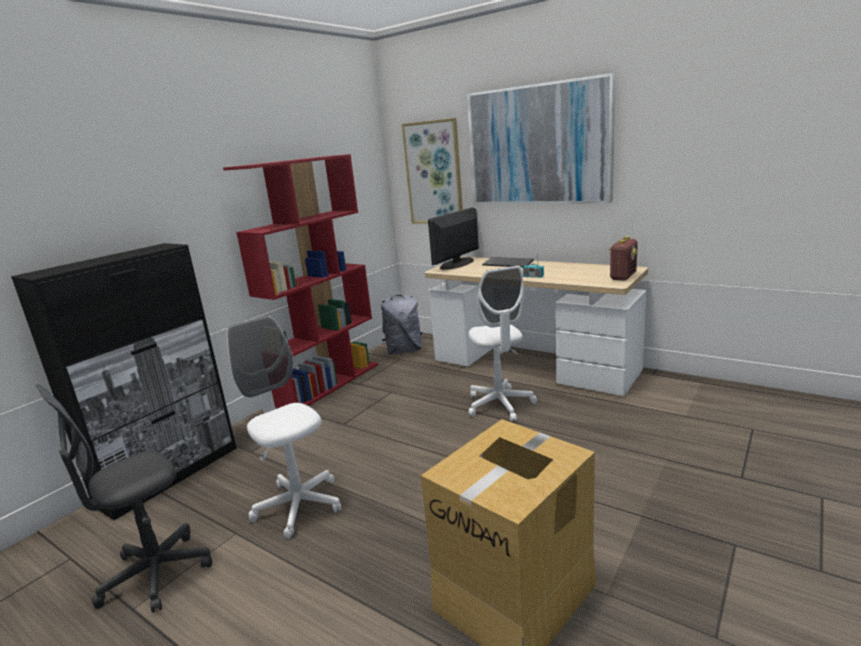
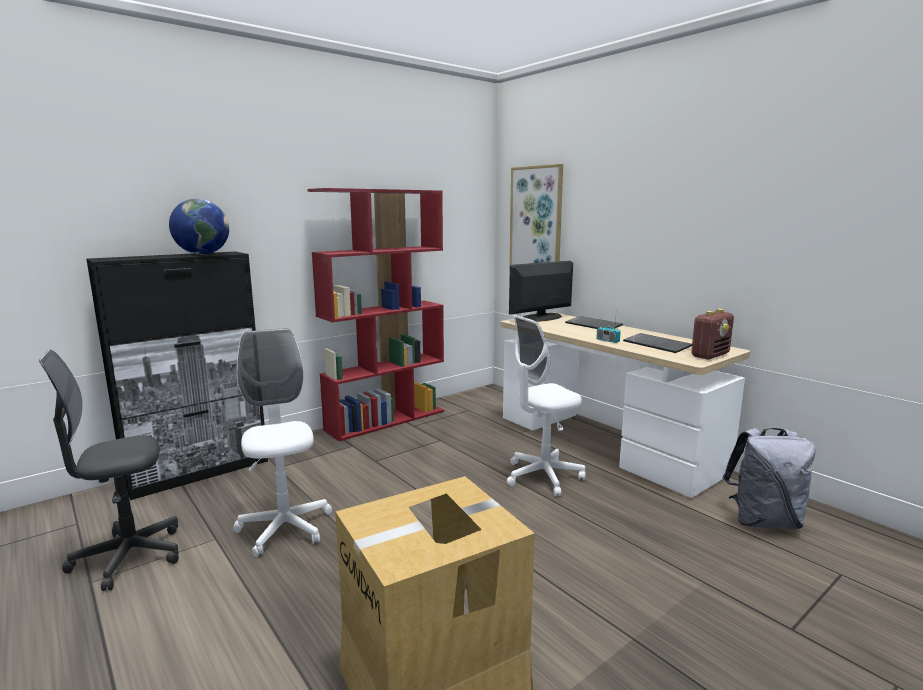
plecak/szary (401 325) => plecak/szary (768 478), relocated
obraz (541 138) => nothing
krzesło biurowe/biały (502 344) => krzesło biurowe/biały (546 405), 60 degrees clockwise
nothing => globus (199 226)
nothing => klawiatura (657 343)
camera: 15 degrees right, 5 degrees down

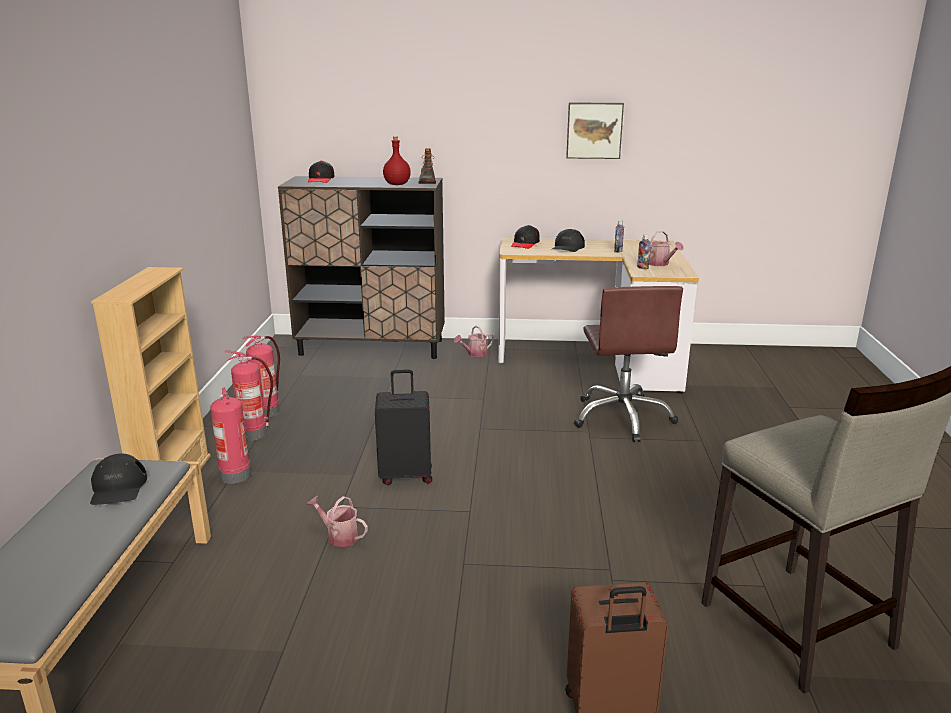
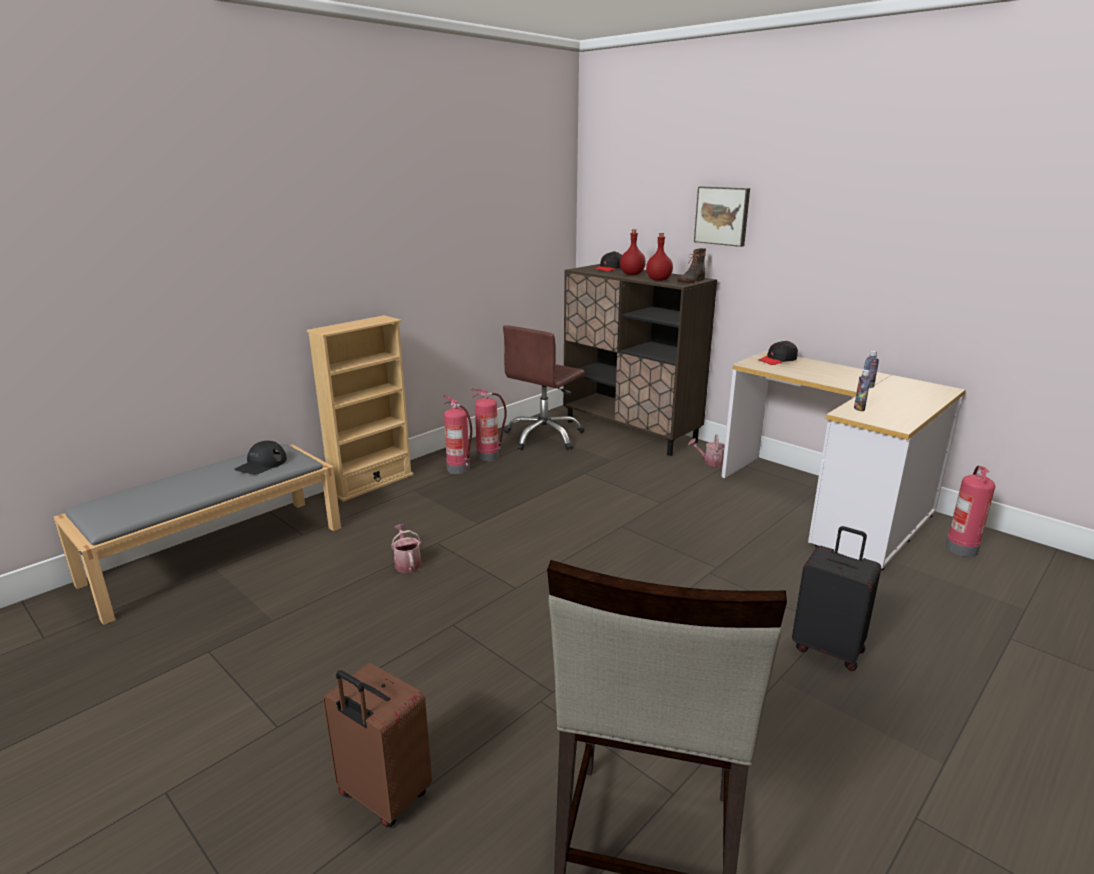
gaśnica (230 435) => gaśnica (970 511), relocated
walizka/czarny (403 427) => walizka/czarny (836 598), relocated
czapka z daszkiem/czarny (568 240) => nothing
obraz (595 131) => obraz (722 217), relocated
krzesło biurowe/brązowy (628 364) => krzesło biurowe/brązowy (544 387), relocated
konewka (666 248) => nothing
nothing => butelka/czerwony (633 252)
camera: 40 degrees right, 0 degrees up

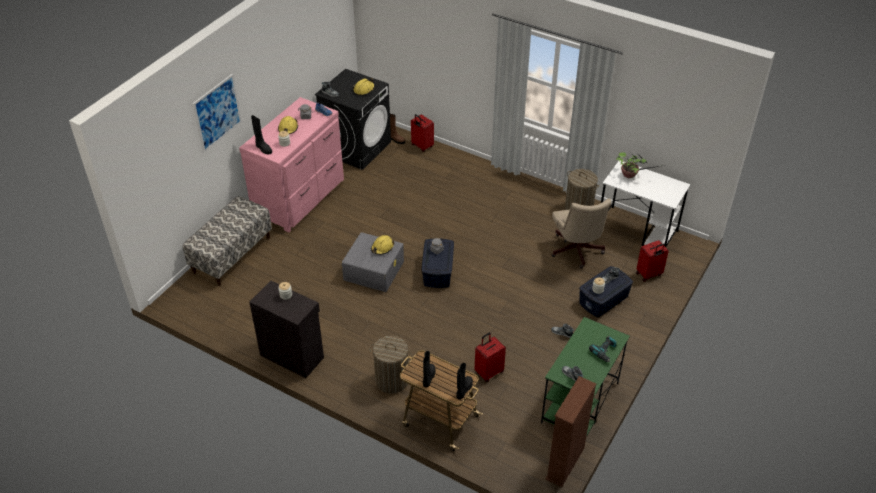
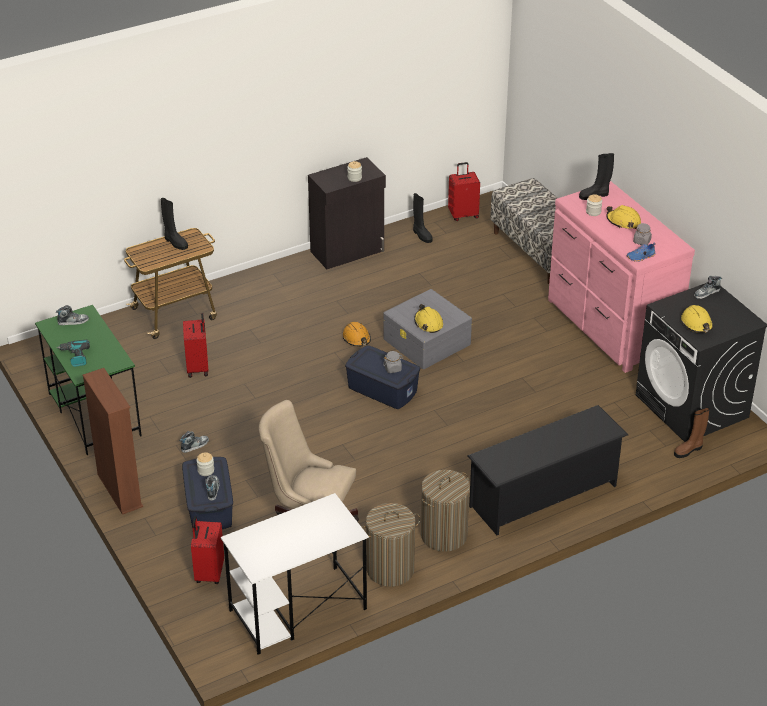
obraz (217 113) => nothing
kosz na pranie (390 365) => kosz na pranie (445 511), relocated
walizka/czerwony (422 133) => walizka/czerwony (464 191), relocated
but z cholewką/czarny (464 381) => but z cholewką/czarny (423 218), relocated
regał/brązowy (571 431) => regał/brązowy (113 441), relocated
roślina doniczkowa (640 165) => nothing
nothing => kask/pomarańczowy (357 334)
nothing => regał na buty/czarny (548 470)
camera: 120 degrees right, 5 degrees down

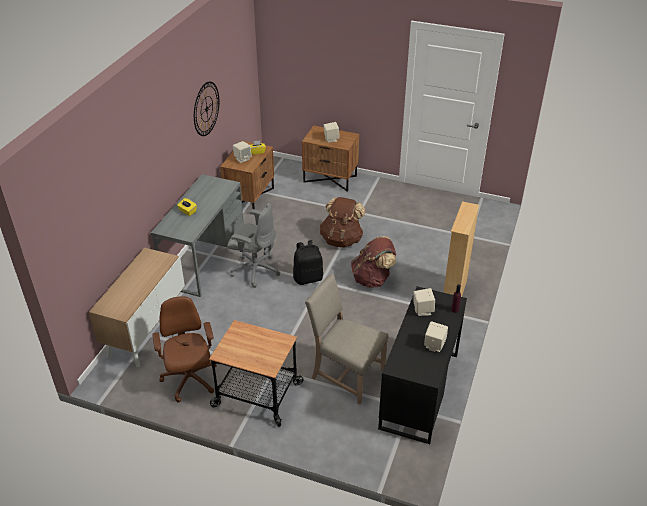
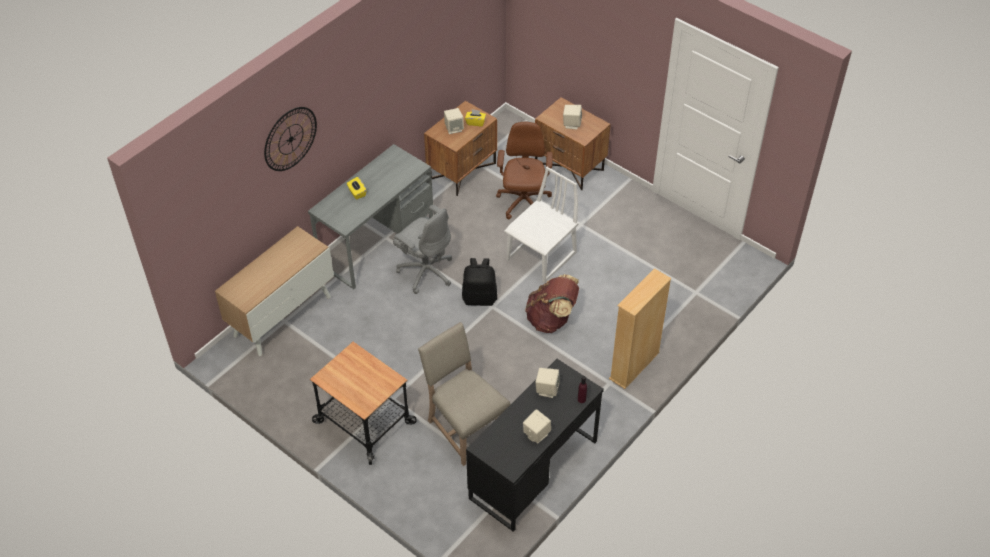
krzesło biurowe/brązowy (184 349) => krzesło biurowe/brązowy (524 170), relocated
zegar ścienny (206 109) => zegar ścienny (290 139), relocated
plecak/brązowy (342 222) => krzesło/biały (541 225)
camera: 20 degrees right, 10 degrees up

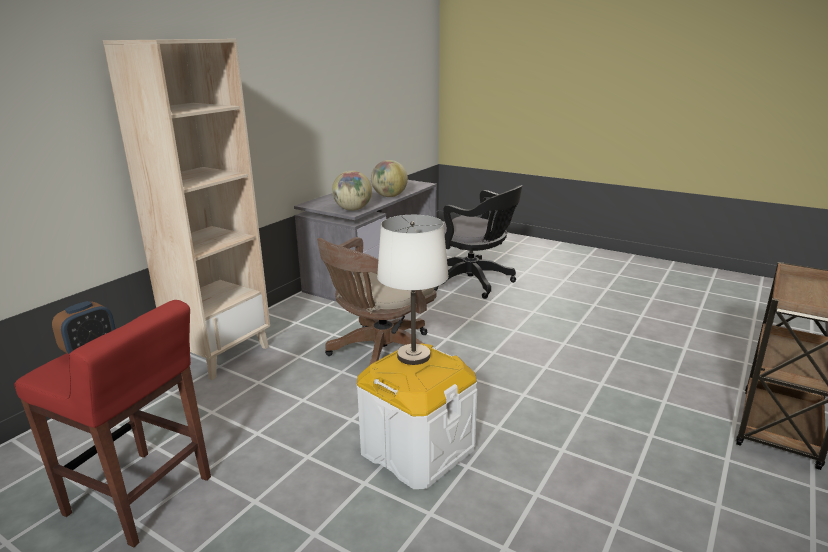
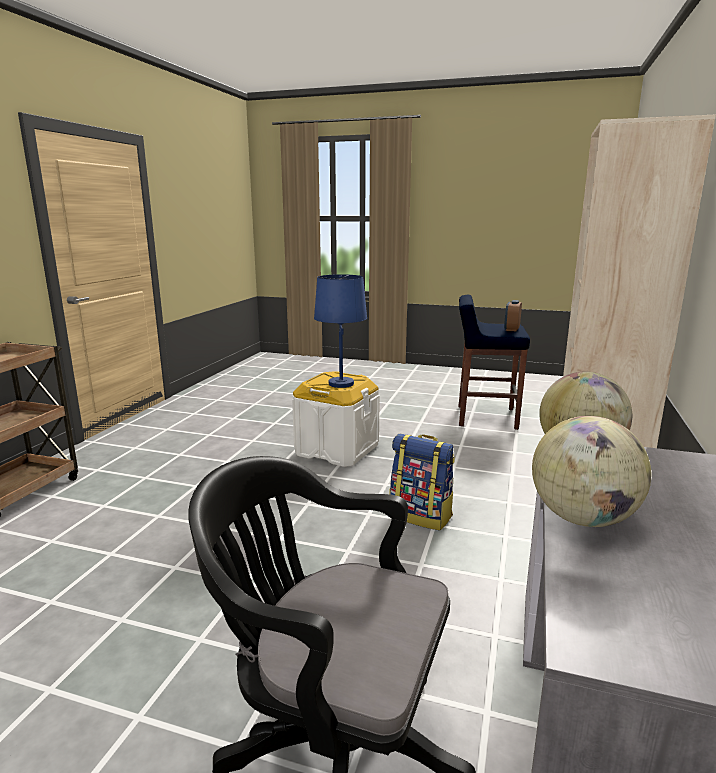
stołek/czerwony (112 423) => stołek/niebieski (494 362)
krzesło biurowe/brązowy (377 301) => plecak (422 482)
lampa stołowa/biały (413 290) => lampa stołowa/niebieski (340 331)
camera: 165 degrees right, 5 degrees down

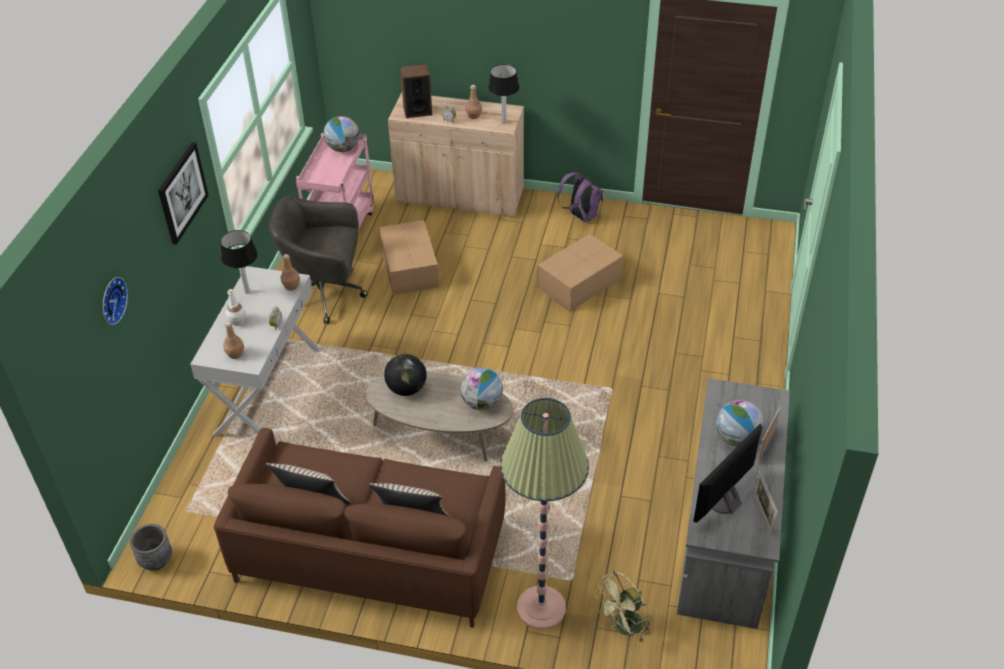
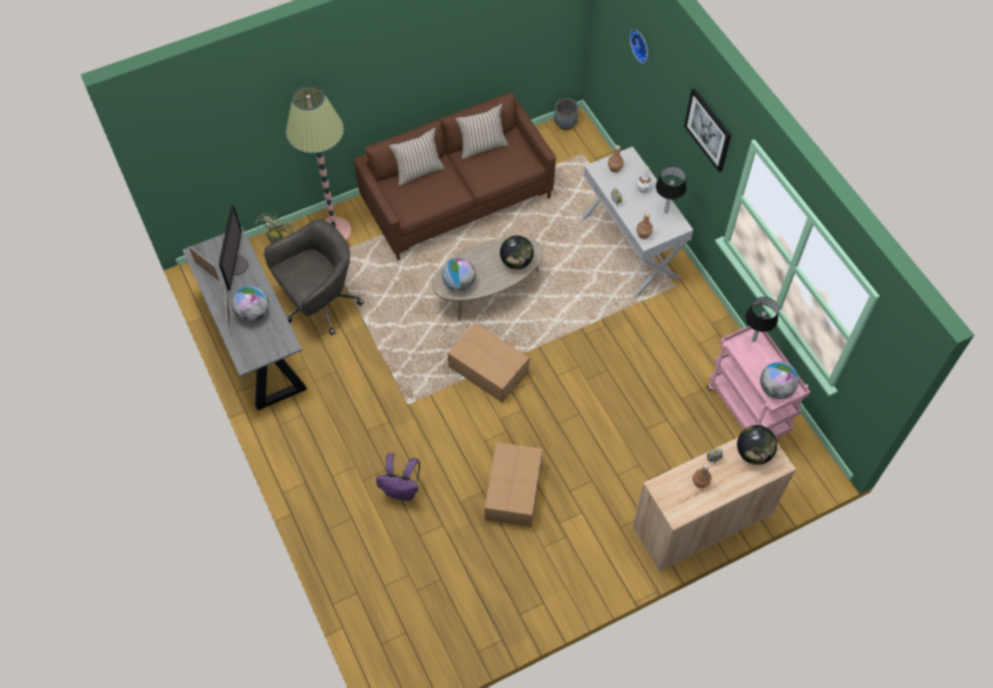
krzesło biurowe/szary (318 260) => krzesło biurowe/szary (314 277), relocated
karton (409 257) => karton (488 363), relocated
głośnik (416 91) => globus (757 445)
lampa stołowa (504 94) => lampa stołowa (762 319), relocated
plecak/fioletowy (580 197) => plecak/fioletowy (398 477), relocated
camera: 140 degrees right, 15 degrees up

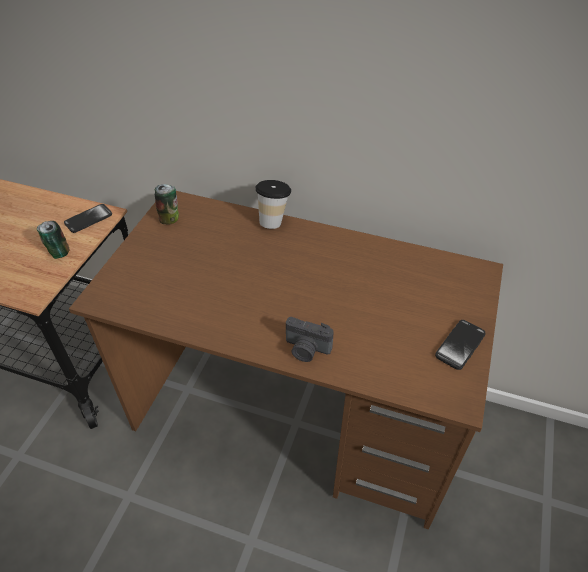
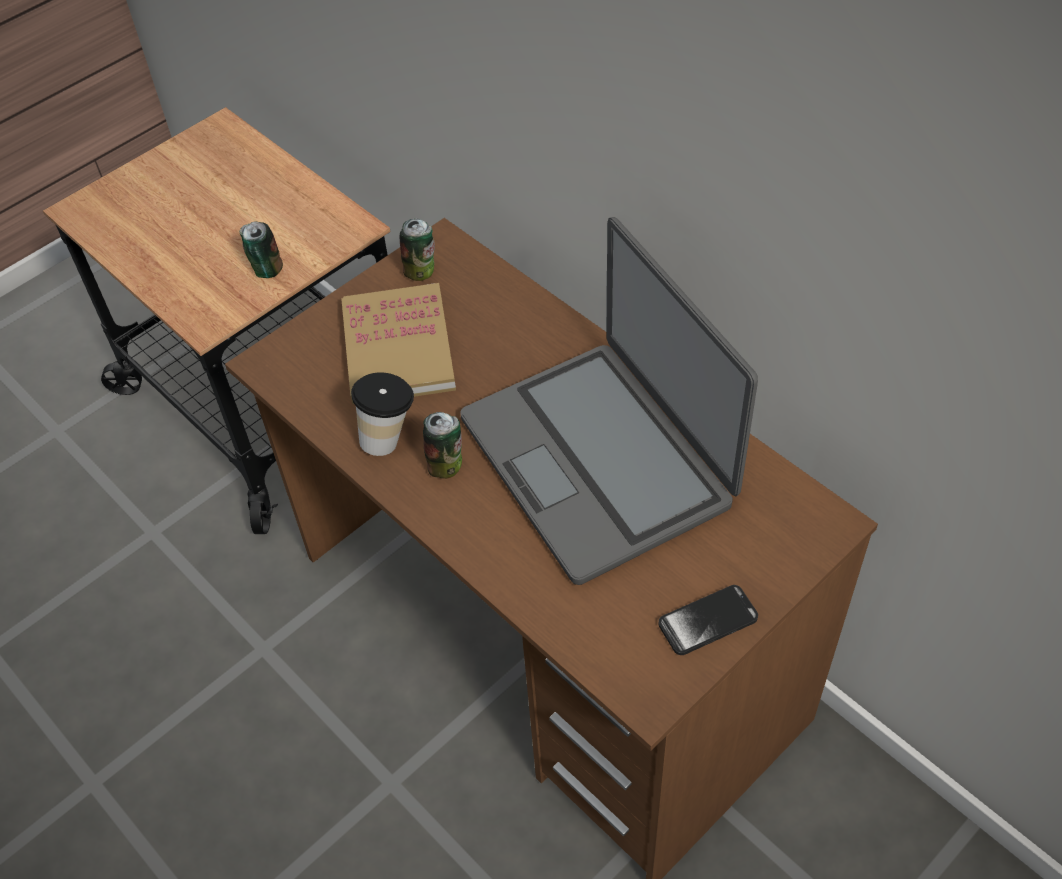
telefon (88 218) => nothing
filiżanka (273 204) => filiżanka (382 414), relocated
aparat fotograficzny (310 339) => nothing
nothing => książka (398 343)
nothing => puszka (442 445)
nothing => laptop (609 401)
camera: 30 degrees right, 5 degrees up

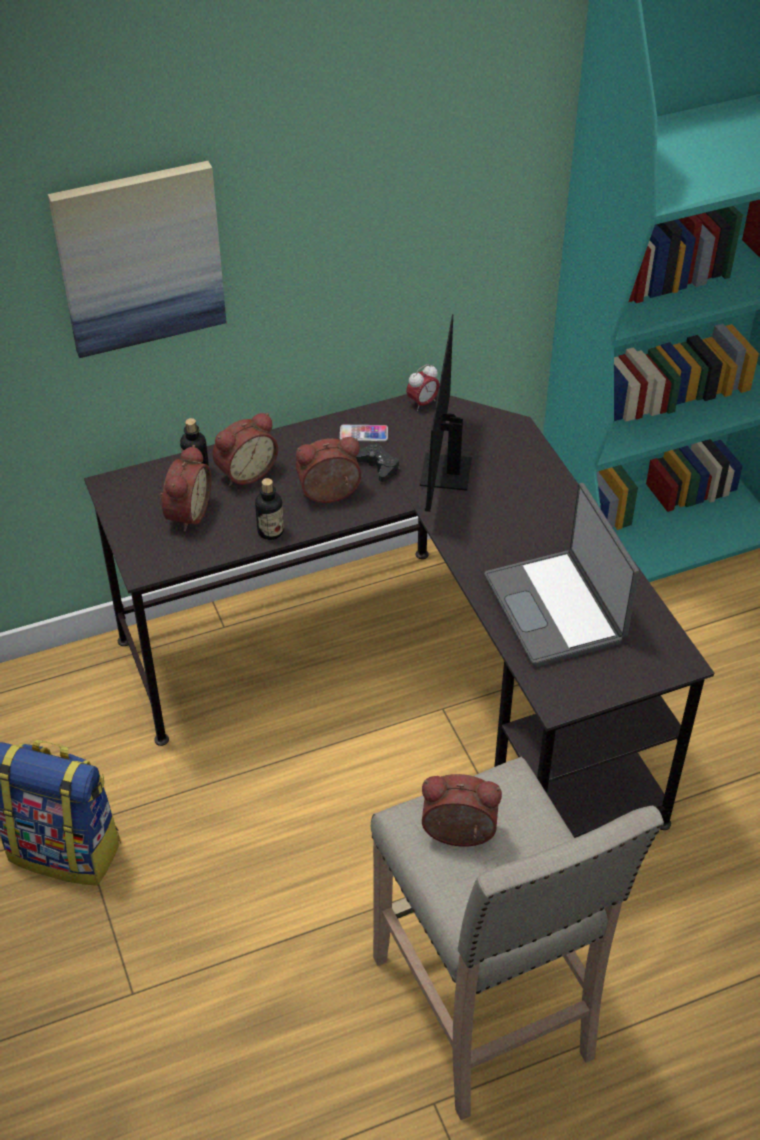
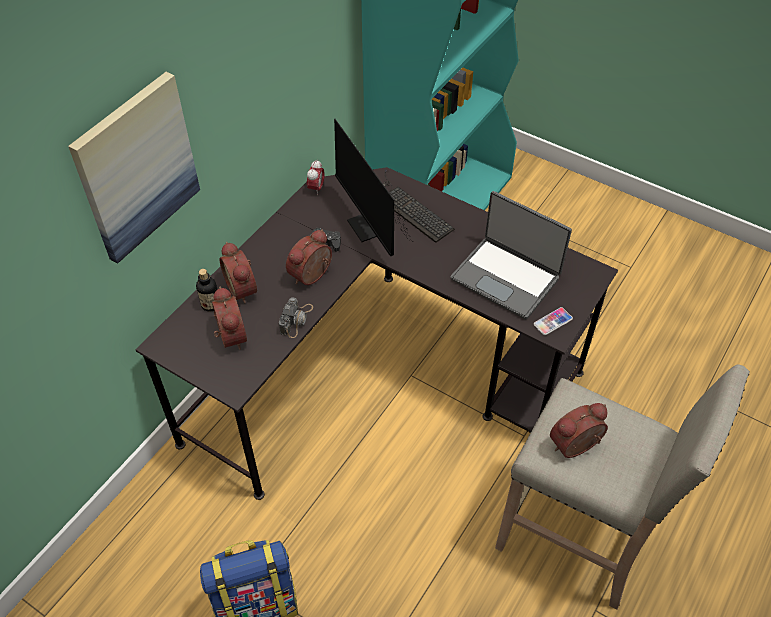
budzik (245 449) => budzik (238 272), 135 degrees clockwise
butelka (269 509) => aparat fotograficzny (296 317)
telefon (364 433) => telefon (553 321), relocated
nothing => klawiatura (419 206)
camera: 35 degrees left, 5 degrees up

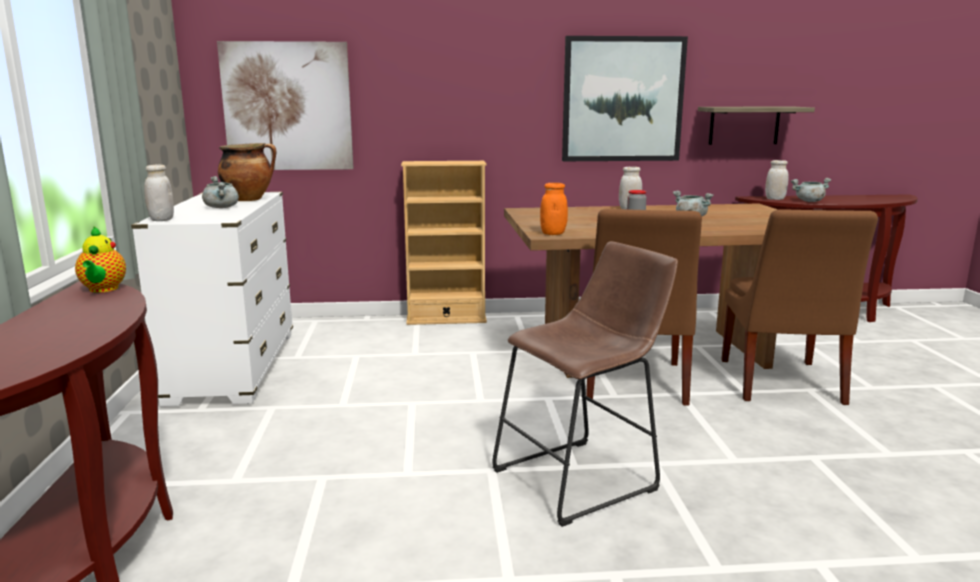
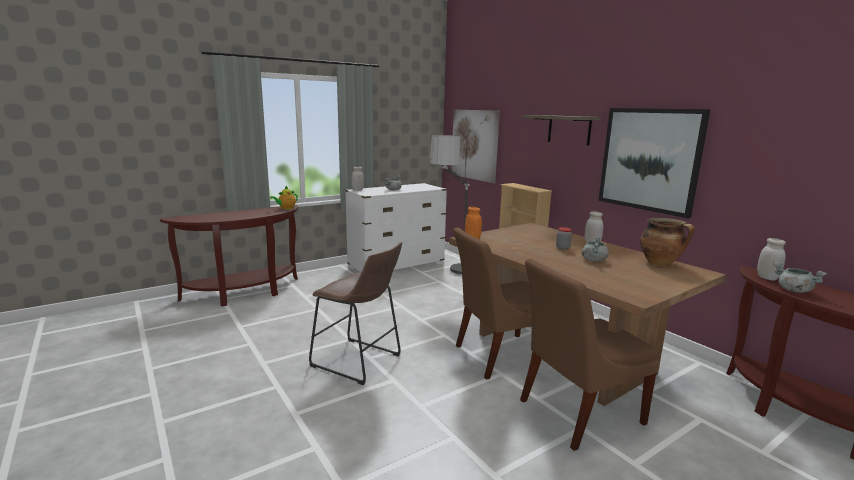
garnek (247 172) => garnek (667 242), relocated
półka (756 126) => półka (562 130), relocated
nothing => lampa stojąca (450 206)
camera: 60 degrees right, 0 degrees up

